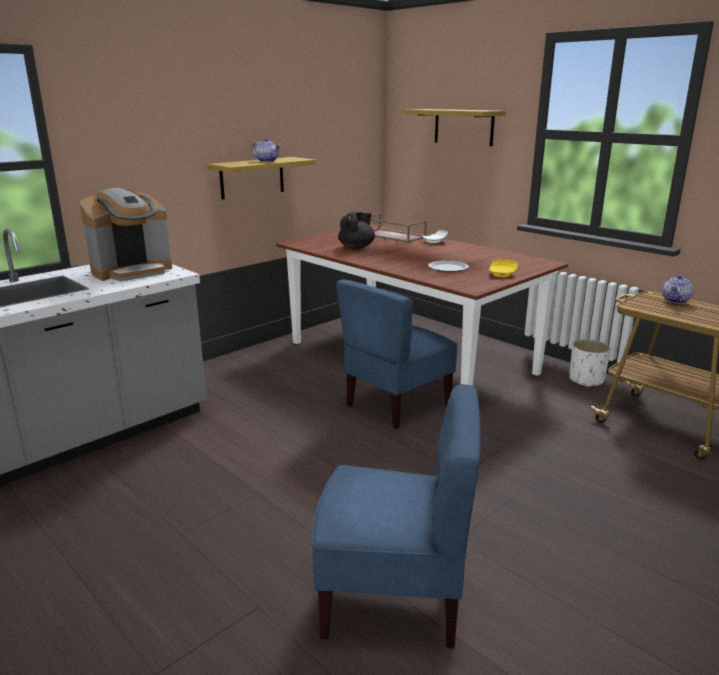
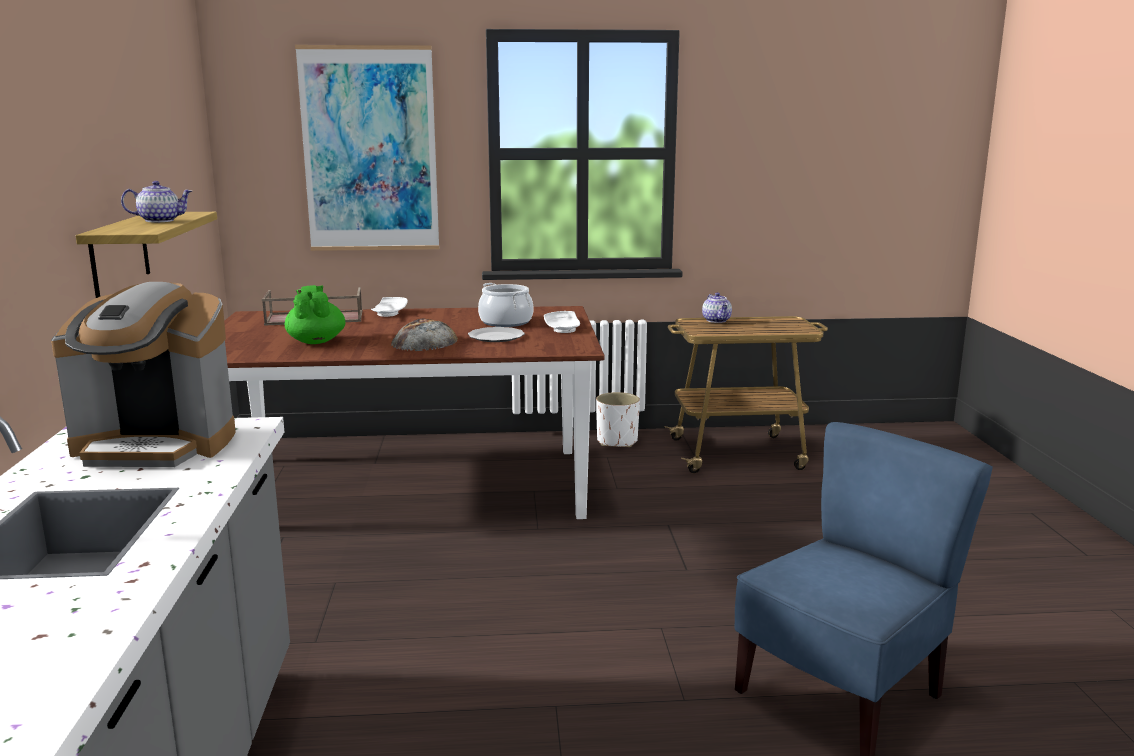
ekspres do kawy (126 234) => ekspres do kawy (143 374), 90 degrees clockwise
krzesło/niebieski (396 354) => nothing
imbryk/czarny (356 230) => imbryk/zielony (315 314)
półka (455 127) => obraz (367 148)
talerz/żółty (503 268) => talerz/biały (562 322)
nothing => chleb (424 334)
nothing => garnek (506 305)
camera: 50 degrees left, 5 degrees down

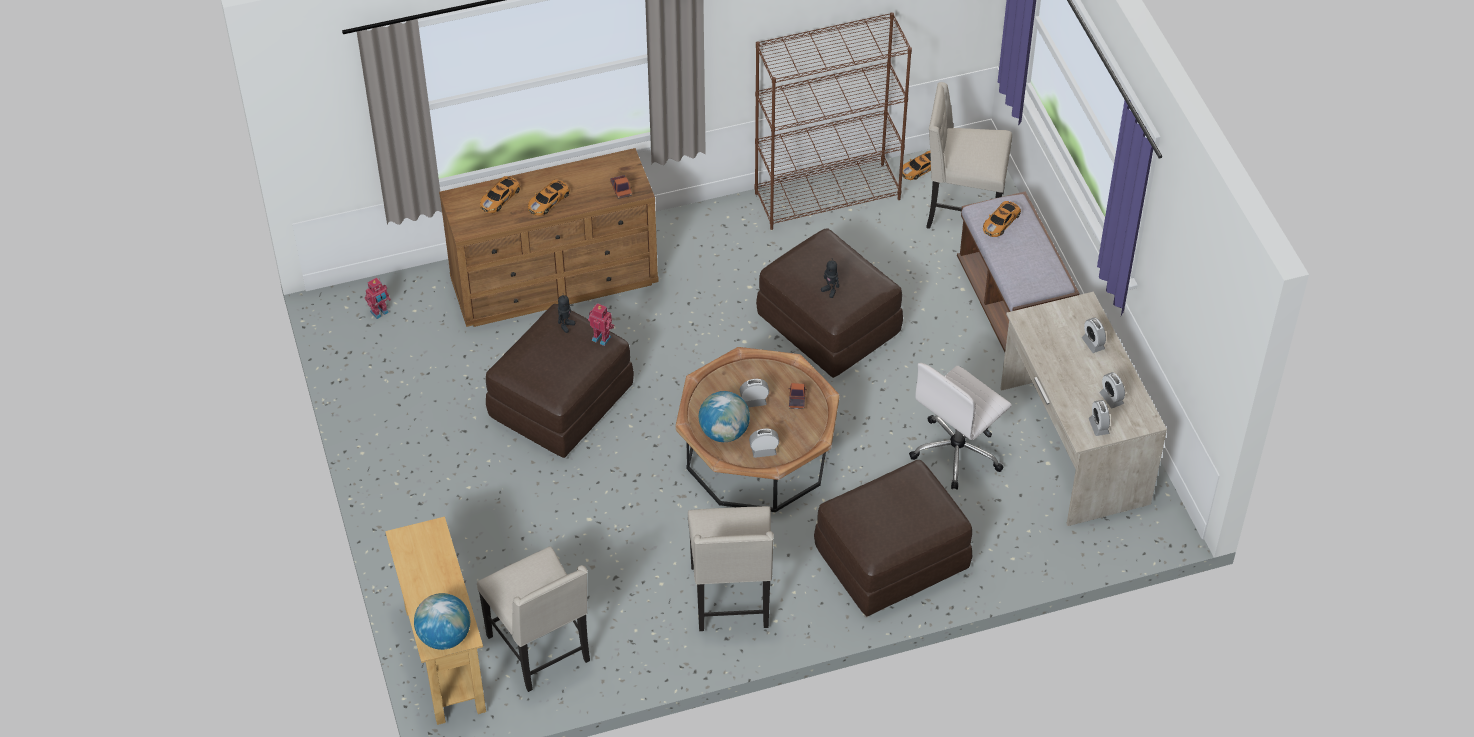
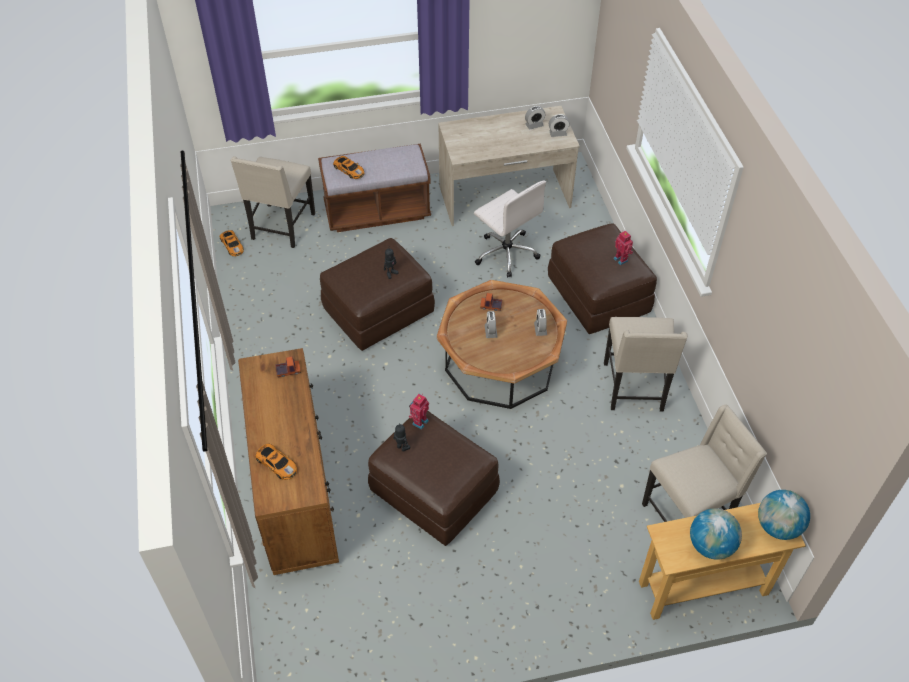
robot zabawkowy (378 298) => robot zabawkowy (623 247), relocated
samochodzik (549 198) => nothing
krzesło/beżowy (731 568) => krzesło/beżowy (646 364), 90 degrees clockwise
globus (724 416) => globus (716 534), relocated
regał/brązowy (833 121) => nothing
budzik (1094 335) => nothing
camera: 85 degrees left, 0 degrees up

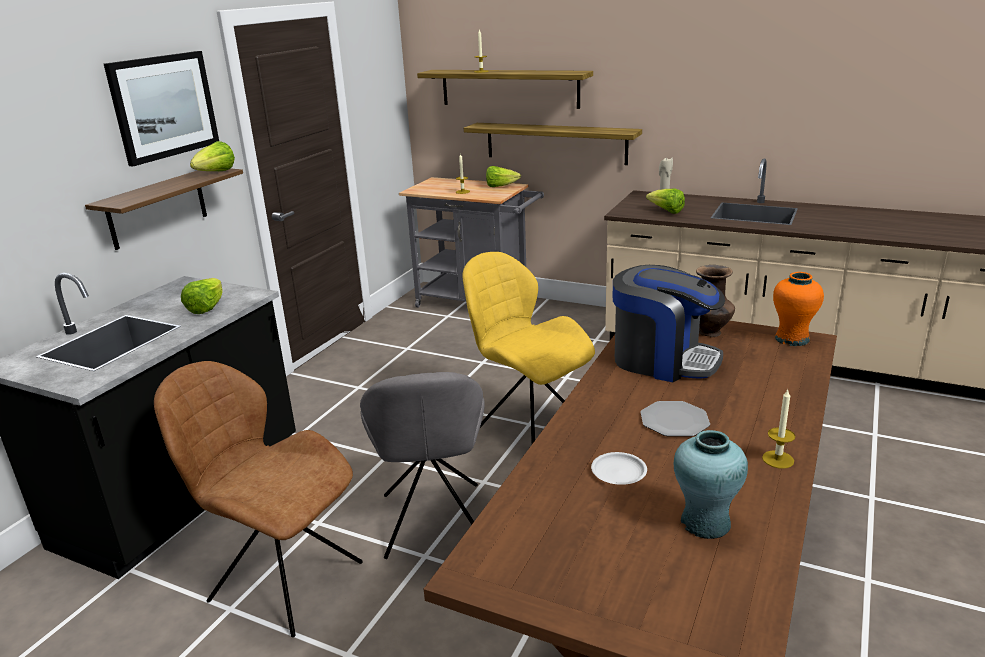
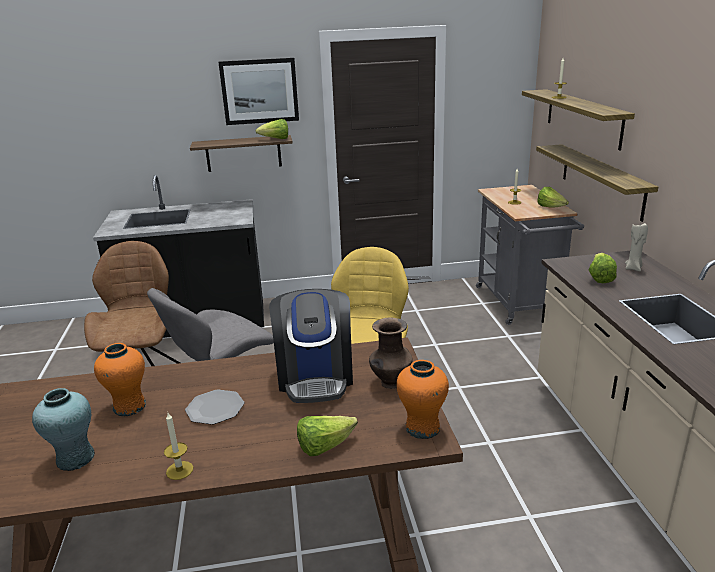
sałata (202 296) => sałata (327 436), relocated
talerz/biały (619 468) => wazon/pomarańczowy (120 379)
camera: 55 degrees right, 0 degrees up

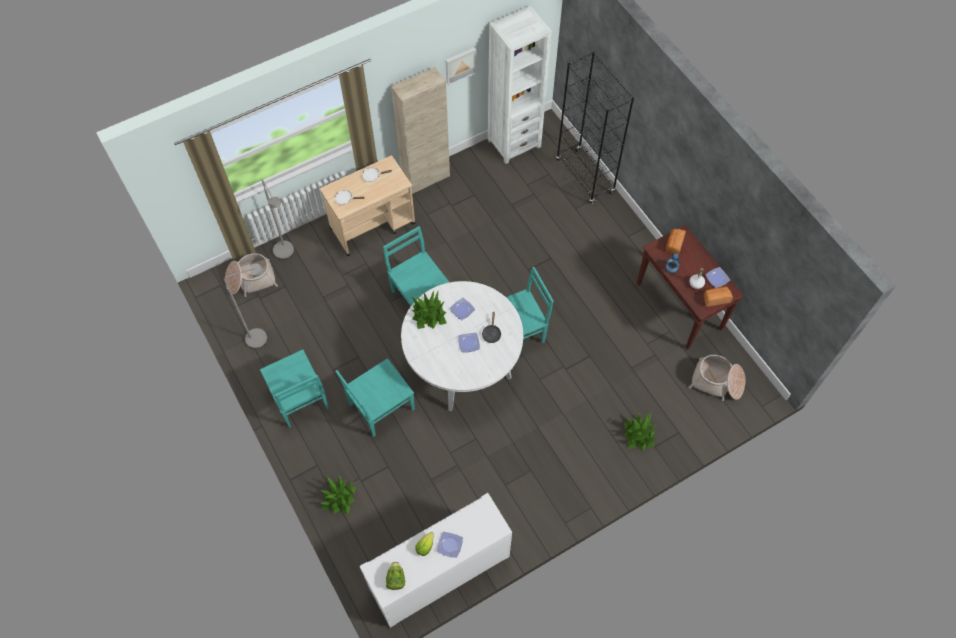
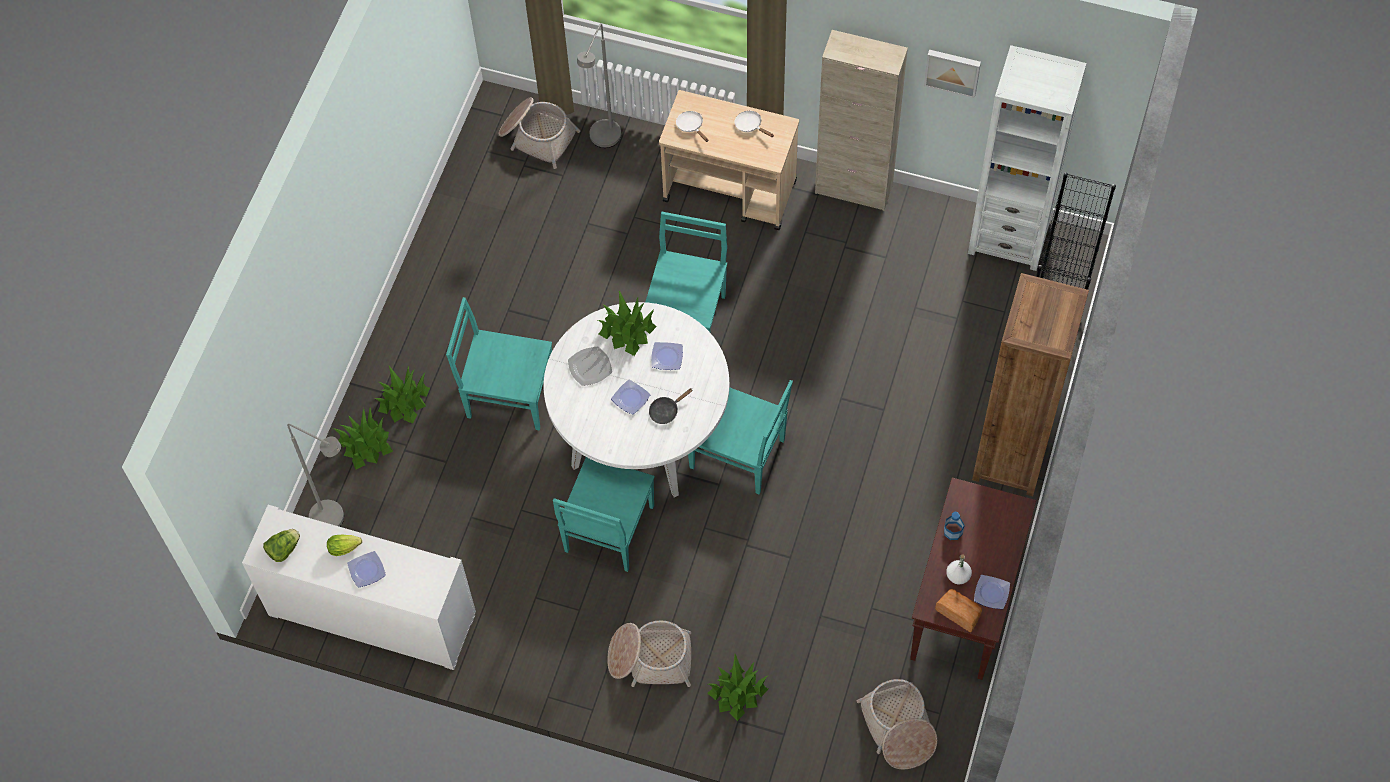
lampa stojąca/szary (245 306) => lampa stojąca/szary (315 475), relocated
krzesło/turkusowy (294 389) => krzesło/turkusowy (604 514), relocated
chleb (676 242) => nothing
nothing => roślina doniczkowa (402 395)
nothing => talerz (590 366)
nothing => koszyk (649 653)
nothing => regał/brązowy (1030 384)
camera: 50 degrees right, 0 degrees up

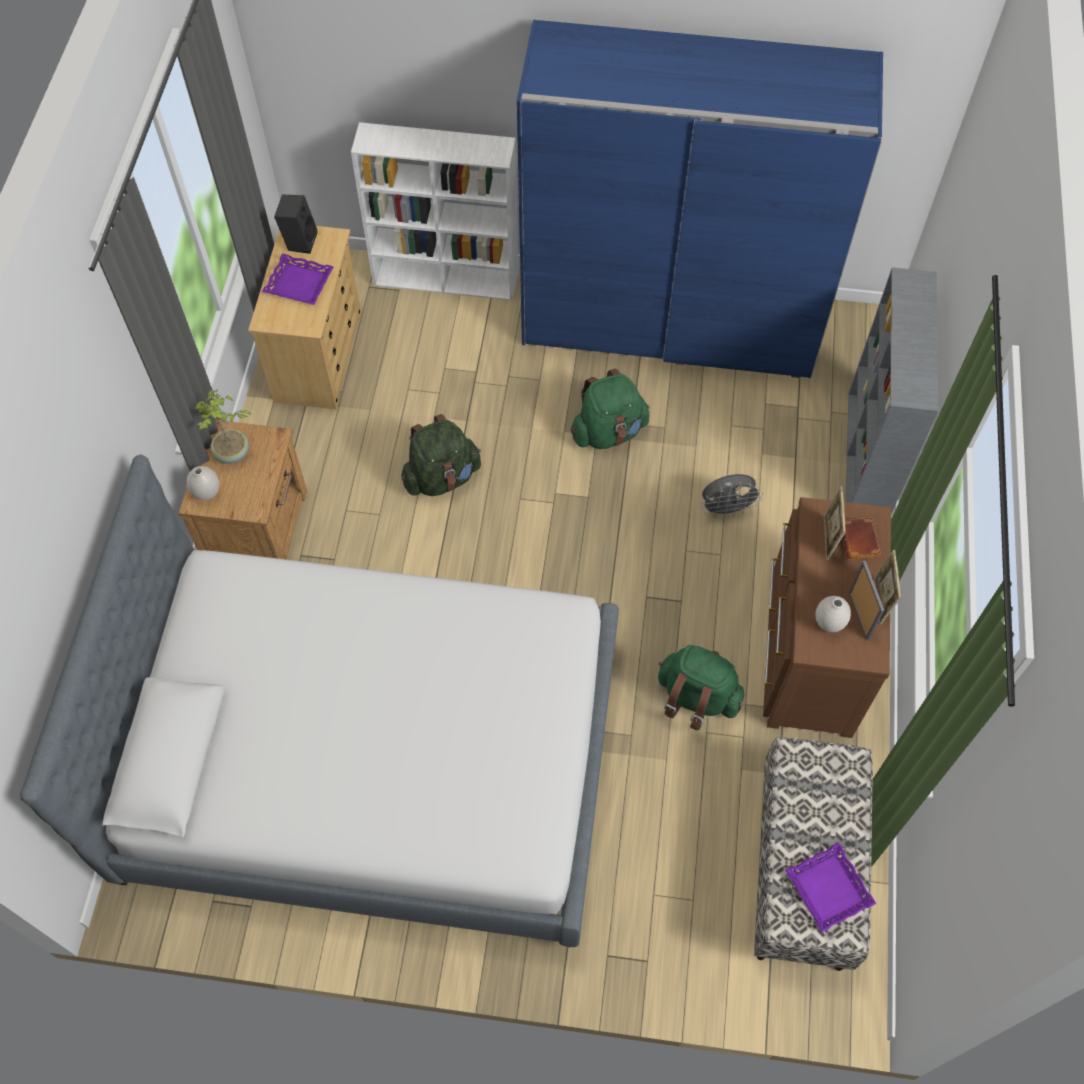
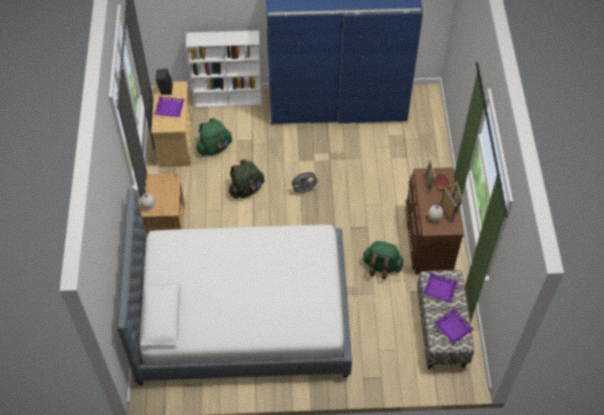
roślina doniczkowa (222 426) => nothing
plecak/zielony (610 409) => plecak/zielony (214 137), relocated
wentylator/szary (732 496) => wentylator/szary (305 183), relocated
regał/szary (891 390) => nothing
nothing => taca/fioletowy (440 287)
camera: 10 degrees left, 5 degrees down

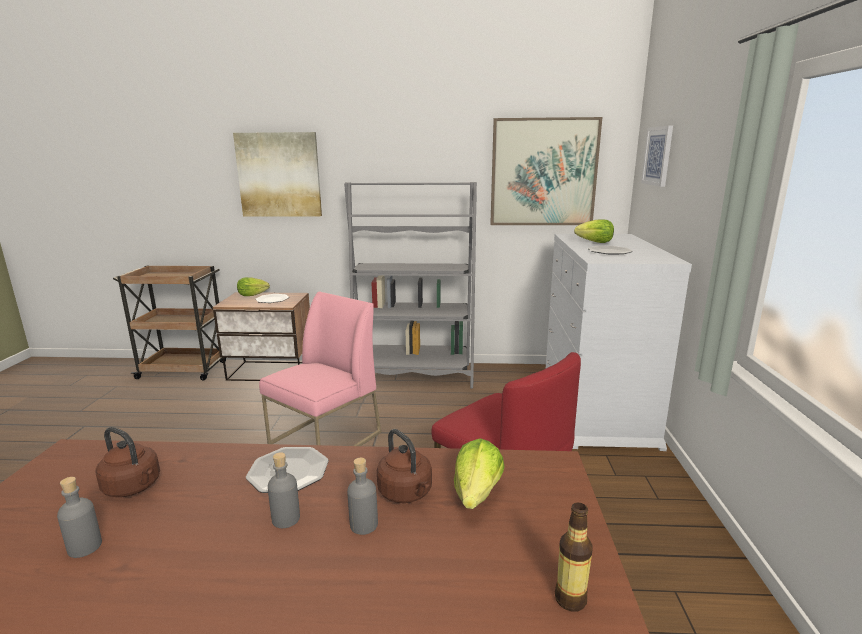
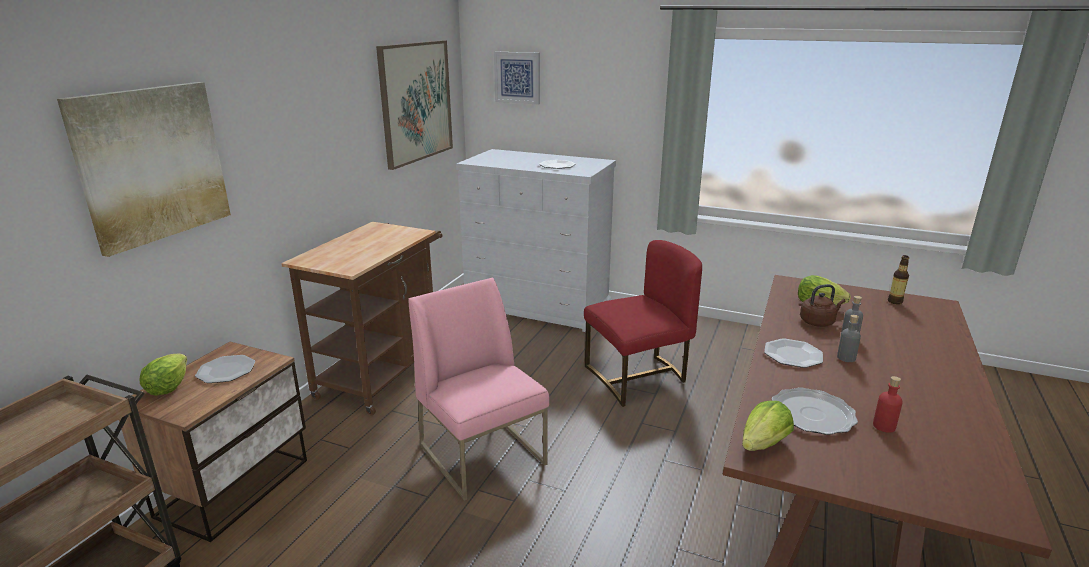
butelka/szary (79 517) => butelka/czerwony (888 404)
czajnik/brązowy (128 462) => talerz (815 411)
regał/szary (410 285) => wózek/brązowy (361 319)
sałata (594 231) => sałata (768 426), relocated
camera: 70 degrees left, 5 degrees up

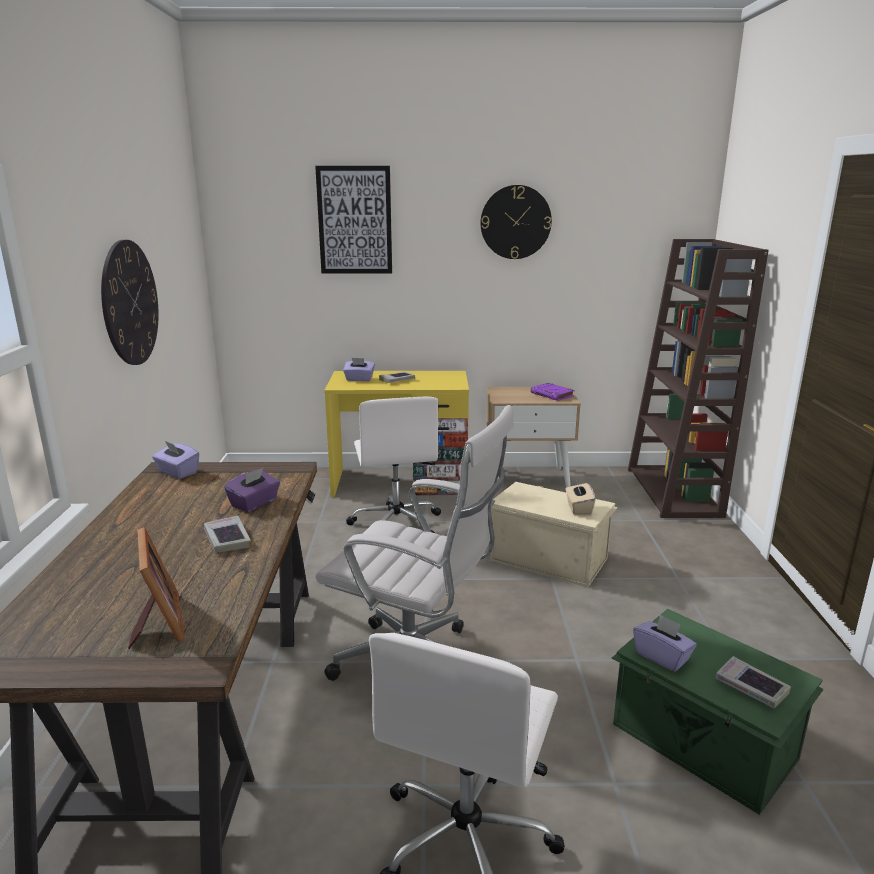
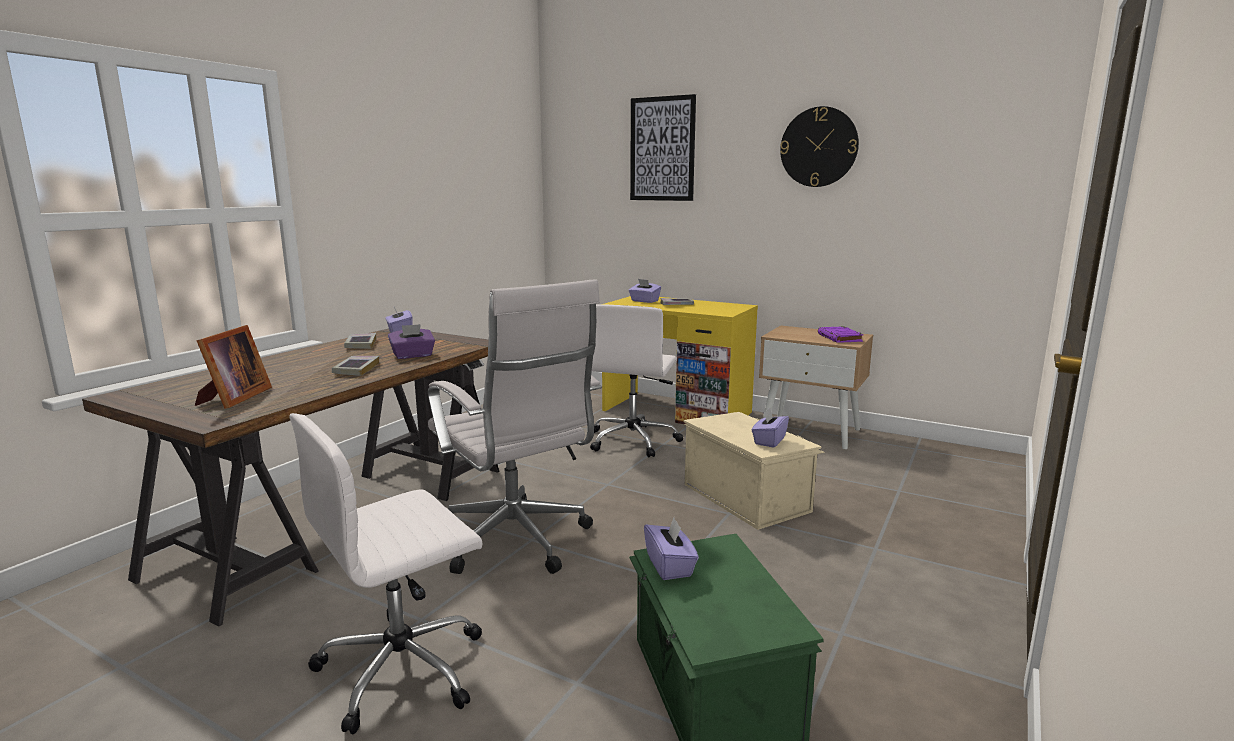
zegar ścienny (130 302) => nothing
pudełko chusteczek/beżowy (580 497) => pudełko chusteczek/fioletowy (770 427)
regał/brązowy (698 378) => nothing
książka (753 682) => książka (360 341), relocated
camera: 30 degrees right, 5 degrees down

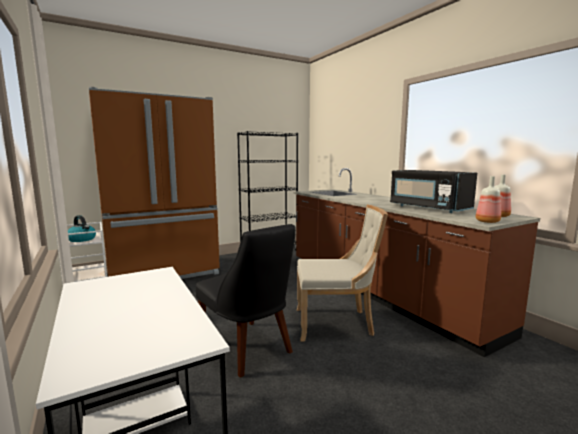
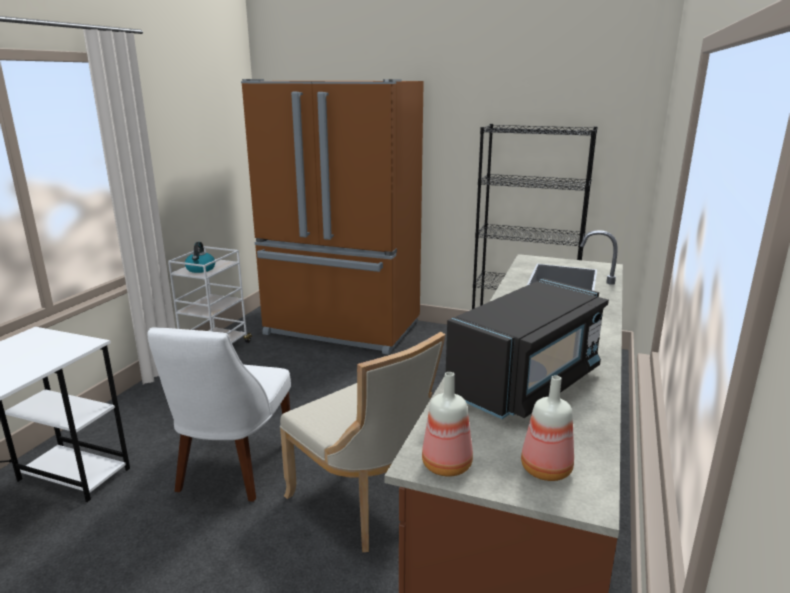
krzesło/czarny (246 301) => krzesło/biały (219 414)
mikrofalówka/czarny (433 191) => mikrofalówka/czarny (527 348), 150 degrees counterclockwise
camera: 50 degrees right, 10 degrees up

